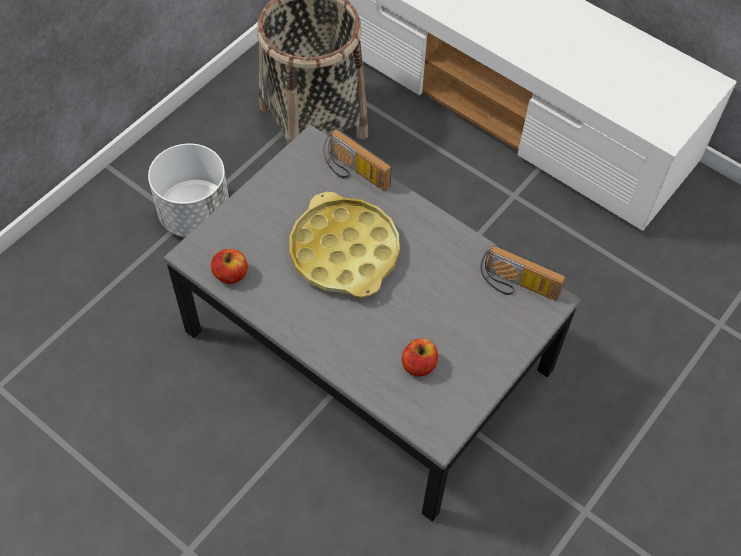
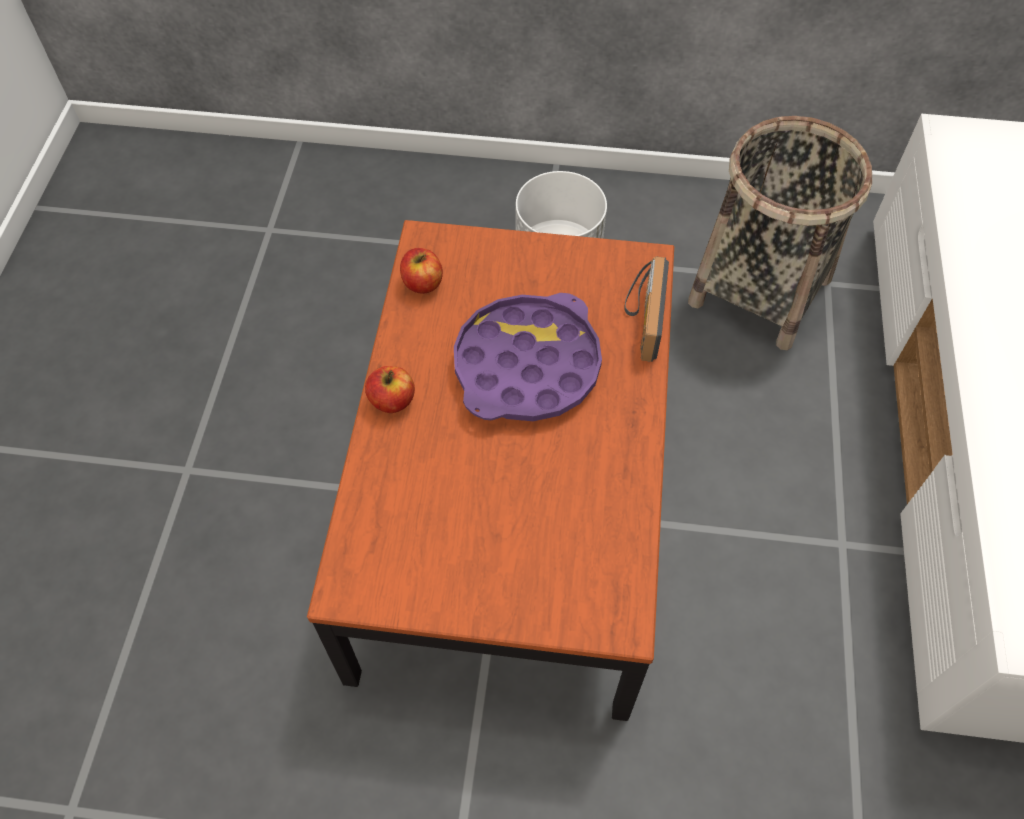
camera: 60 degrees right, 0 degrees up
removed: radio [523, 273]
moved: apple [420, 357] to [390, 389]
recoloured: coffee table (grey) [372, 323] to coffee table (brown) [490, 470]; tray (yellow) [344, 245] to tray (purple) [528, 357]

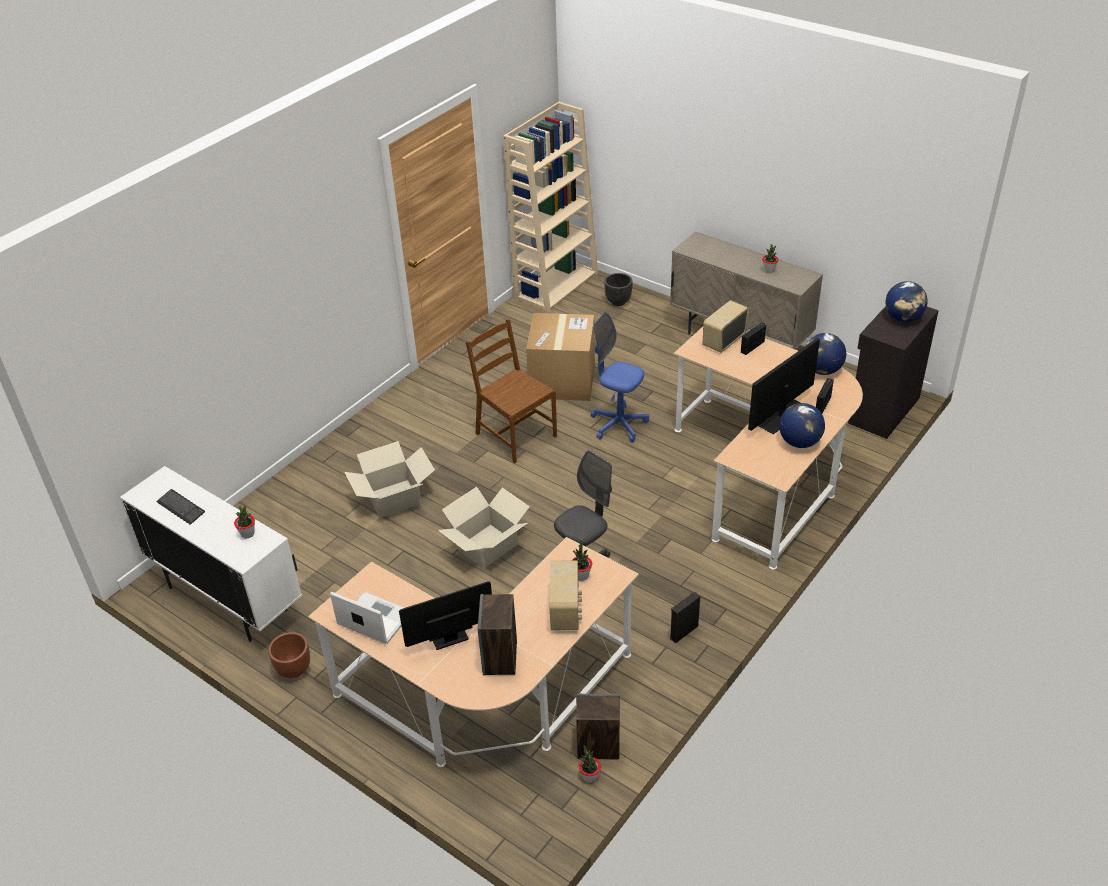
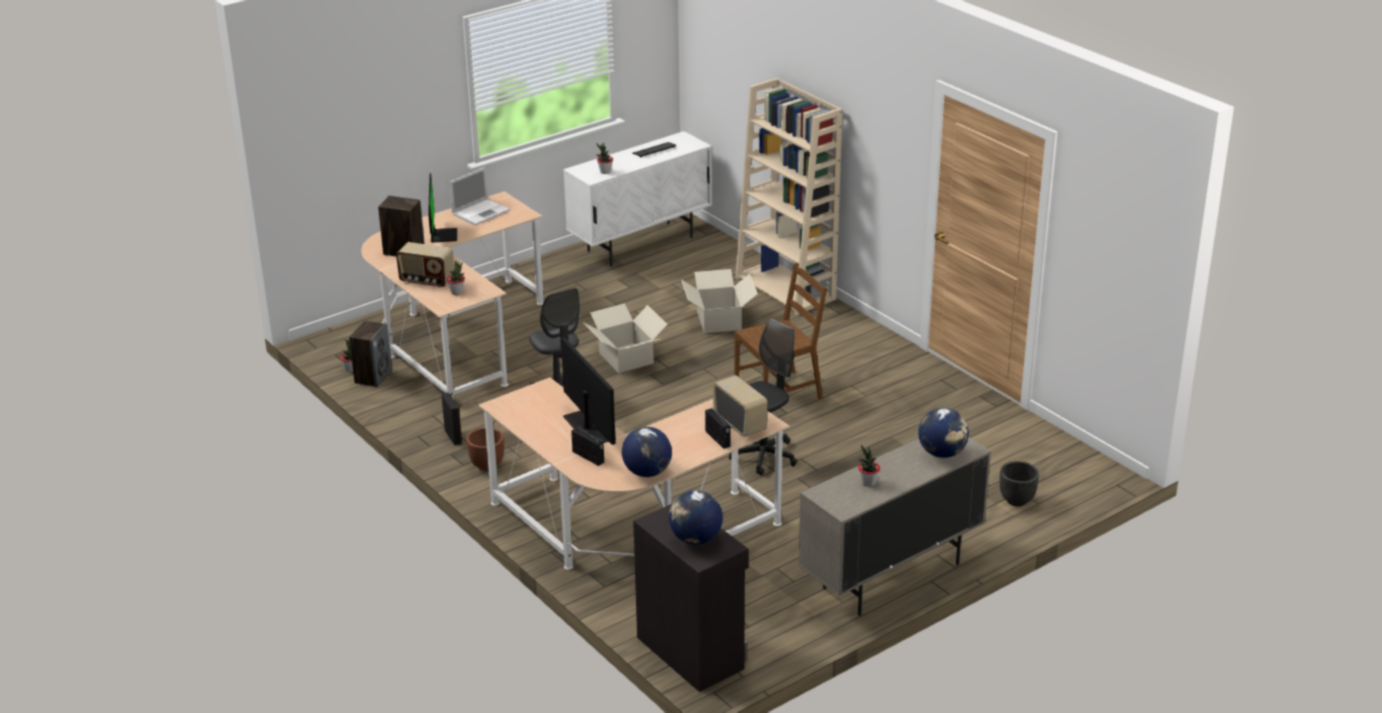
camera: 105 degrees right, 10 degrees down
removed: cardboard box [560, 357]
moved: planter (brown) [289, 655] to [485, 449]; bookcase (beige) [550, 207] to [788, 196]; globe [802, 425] to [943, 433]
recoloured: office chair (blue) [620, 377] to office chair (black) [763, 397]

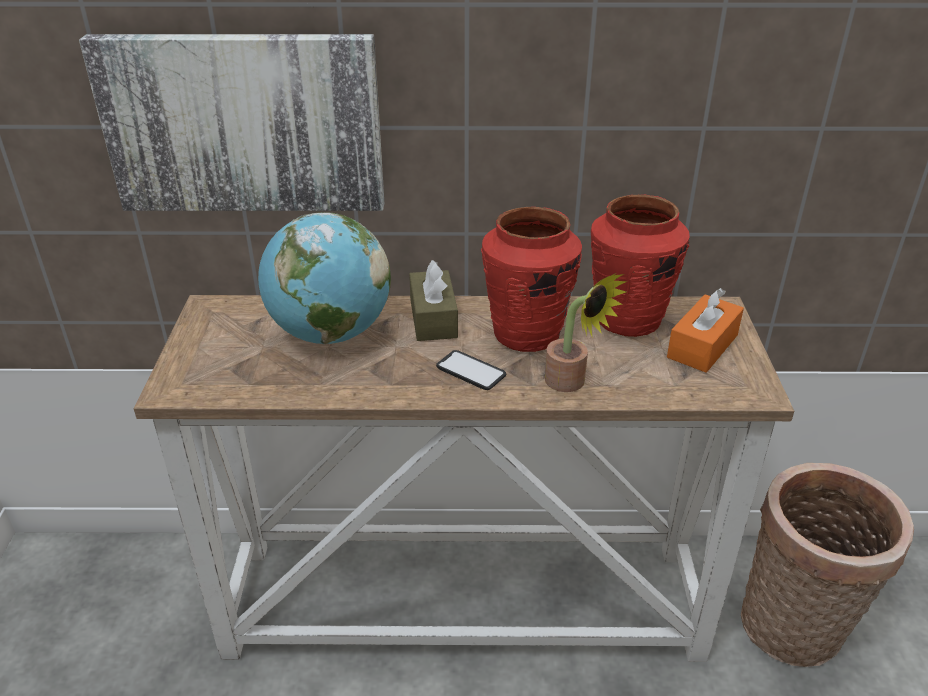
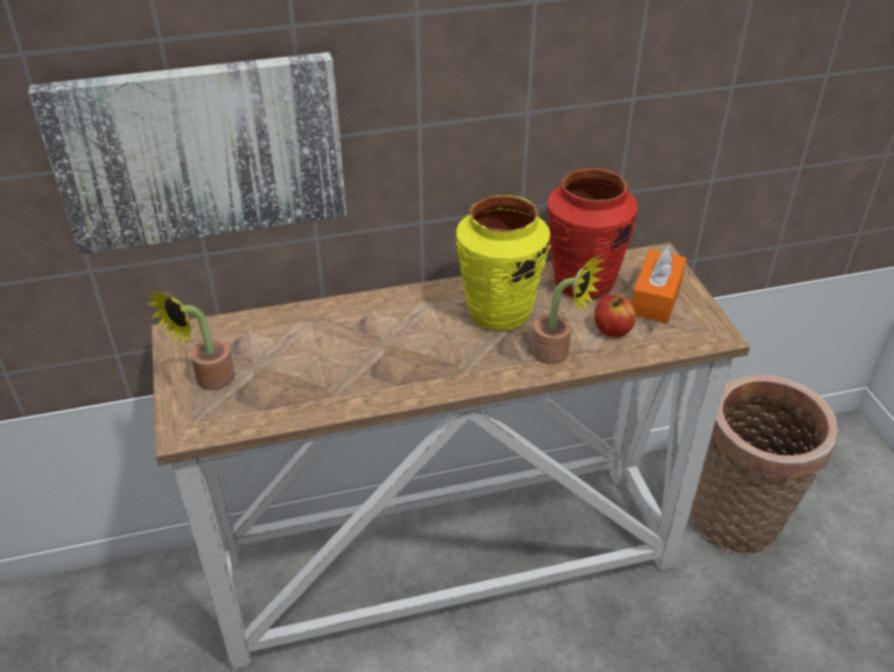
camera: 15 degrees left, 5 degrees up
removed: globe [324, 278]; tissue box (brown) [433, 300]; phone [471, 370]
added: potted plant [190, 340]; apple [615, 316]
recoloured: vase (red) [531, 279] to vase (yellow) [503, 263]

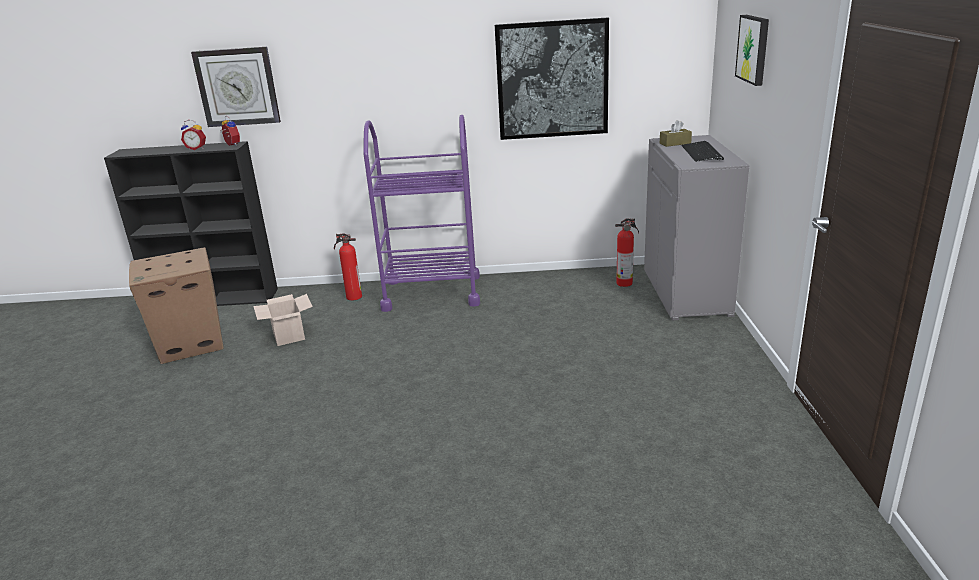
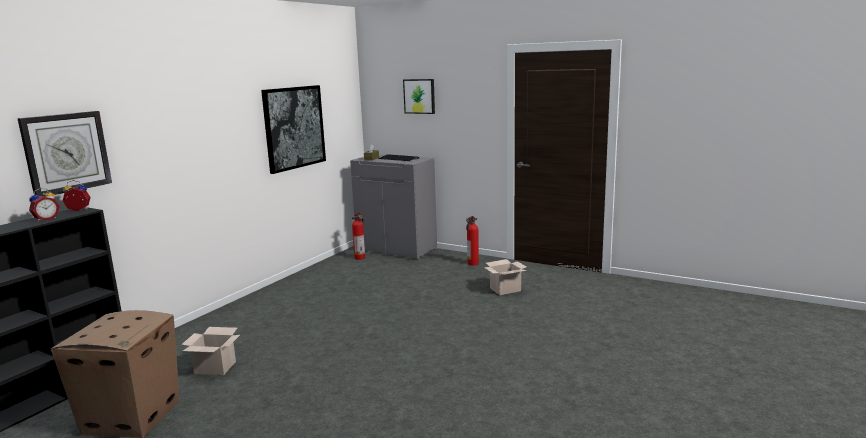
camera: 60 degrees left, 10 degrees down
removed: cart (purple) [421, 213]
added: cardboard box [505, 277]
moved: fire extinguisher [348, 267] to [472, 240]

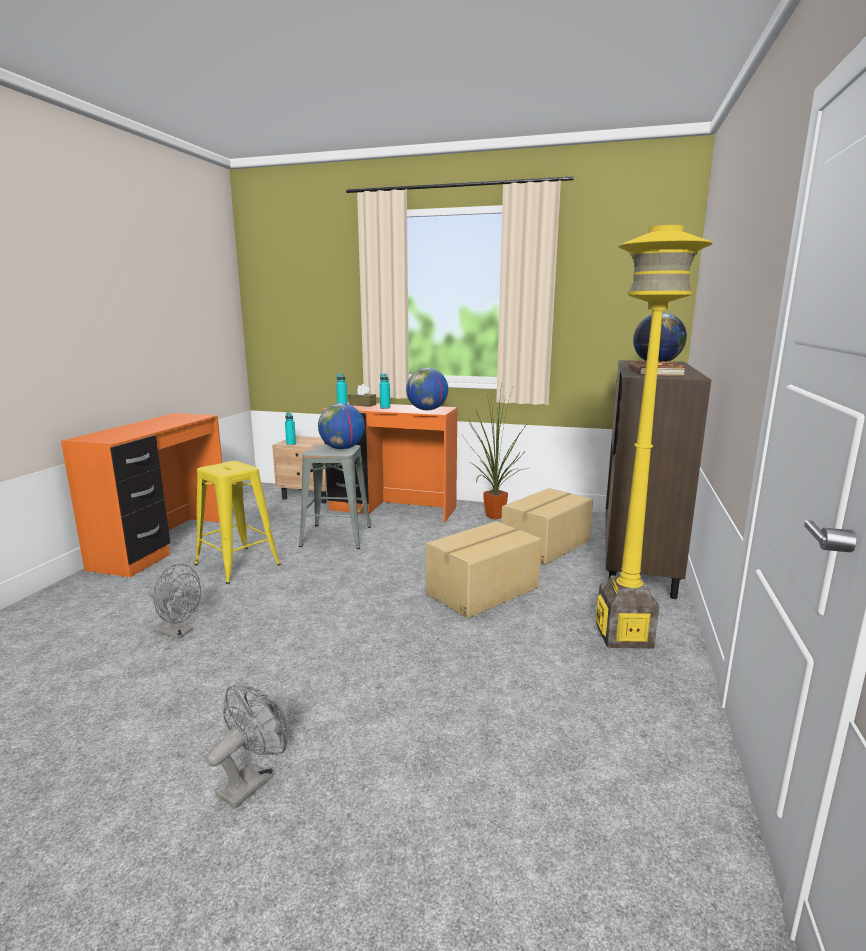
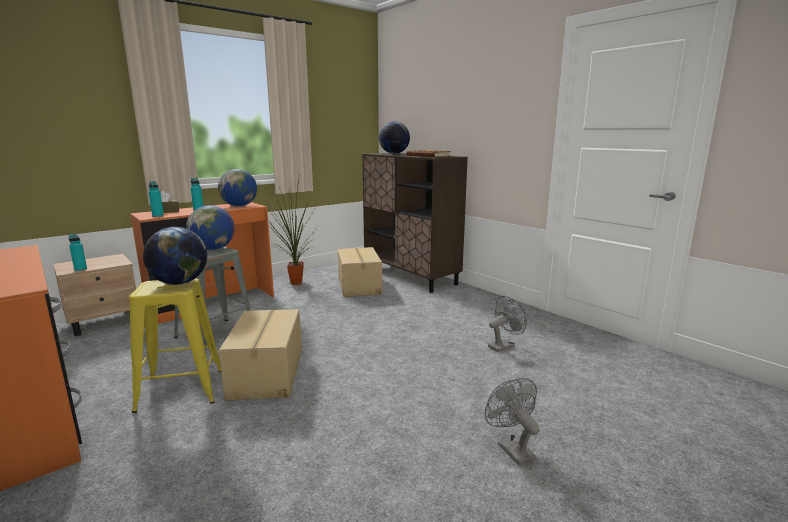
camera: 55 degrees left, 0 degrees up
removed: floor lamp (yellow) [654, 437]
added: globe [175, 256]
moved: fan (grey) [175, 601] to [507, 324]; cardboard box [483, 569] to [260, 354]

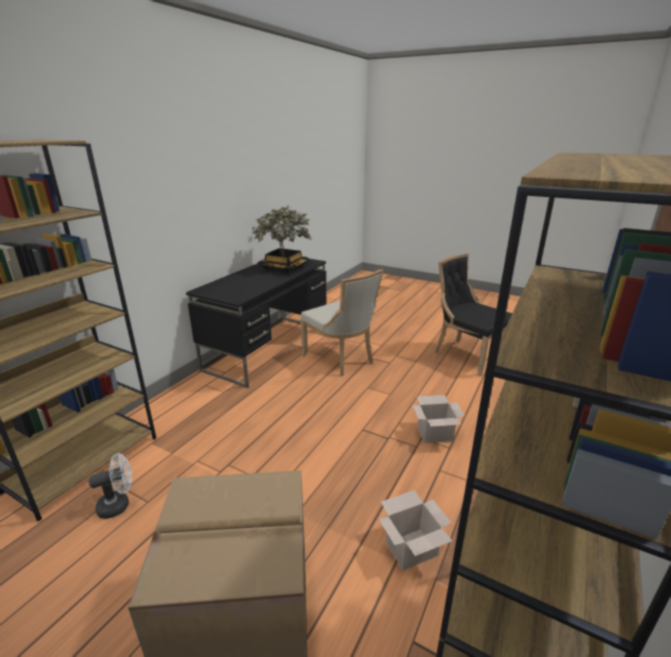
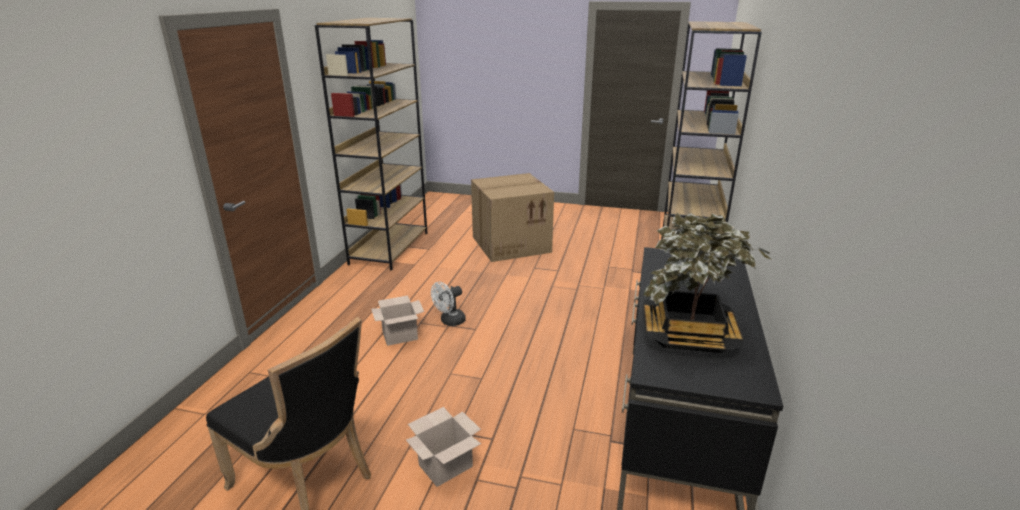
camera: 165 degrees right, 0 degrees up
removed: chair (beige) [341, 322]
moved: fan (white) [110, 486] to [448, 304]; cardboard box [416, 530] to [443, 447]

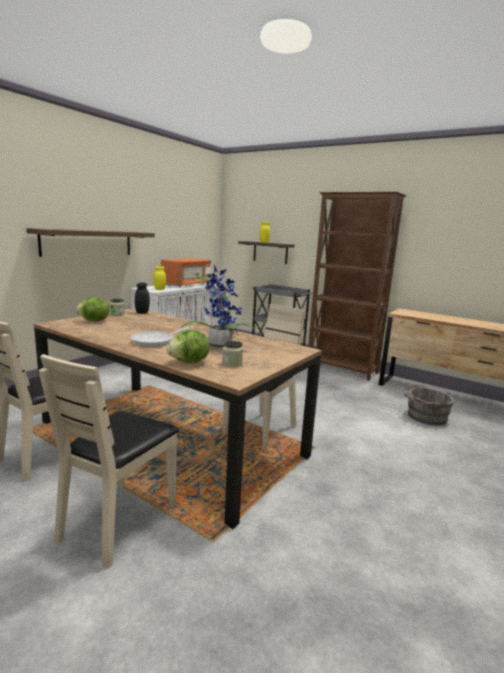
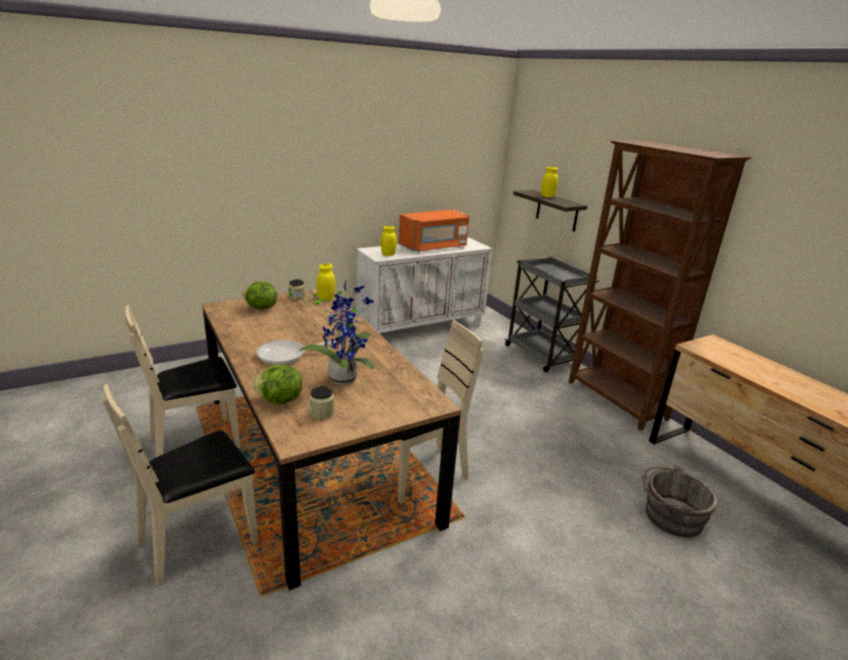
camera: 25 degrees right, 10 degrees up
removed: shelf [90, 242]
recoloured: jar (black) [142, 298] to jar (yellow) [326, 282]

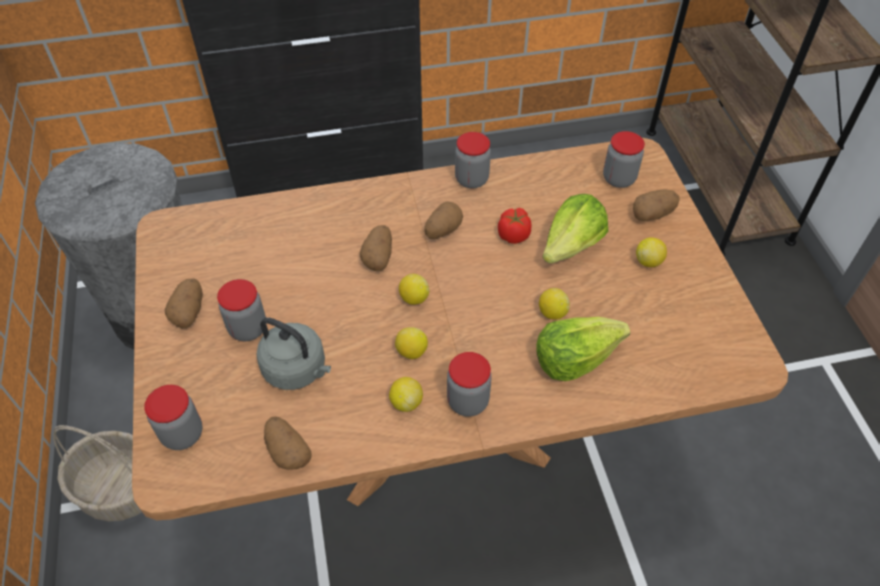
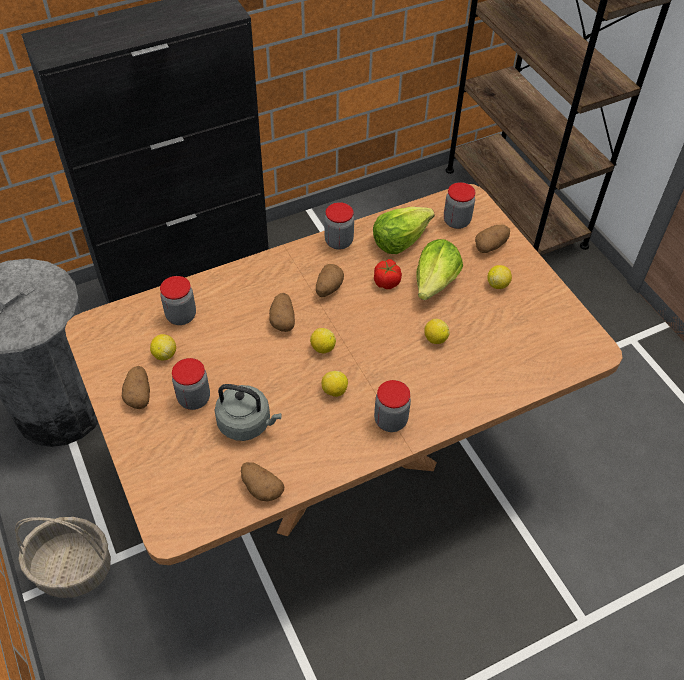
camera: 15 degrees left, 0 degrees up
moved: jar [173, 417] to [178, 300]; lemon [406, 394] to [163, 347]; lettuce [583, 349] to [404, 230]

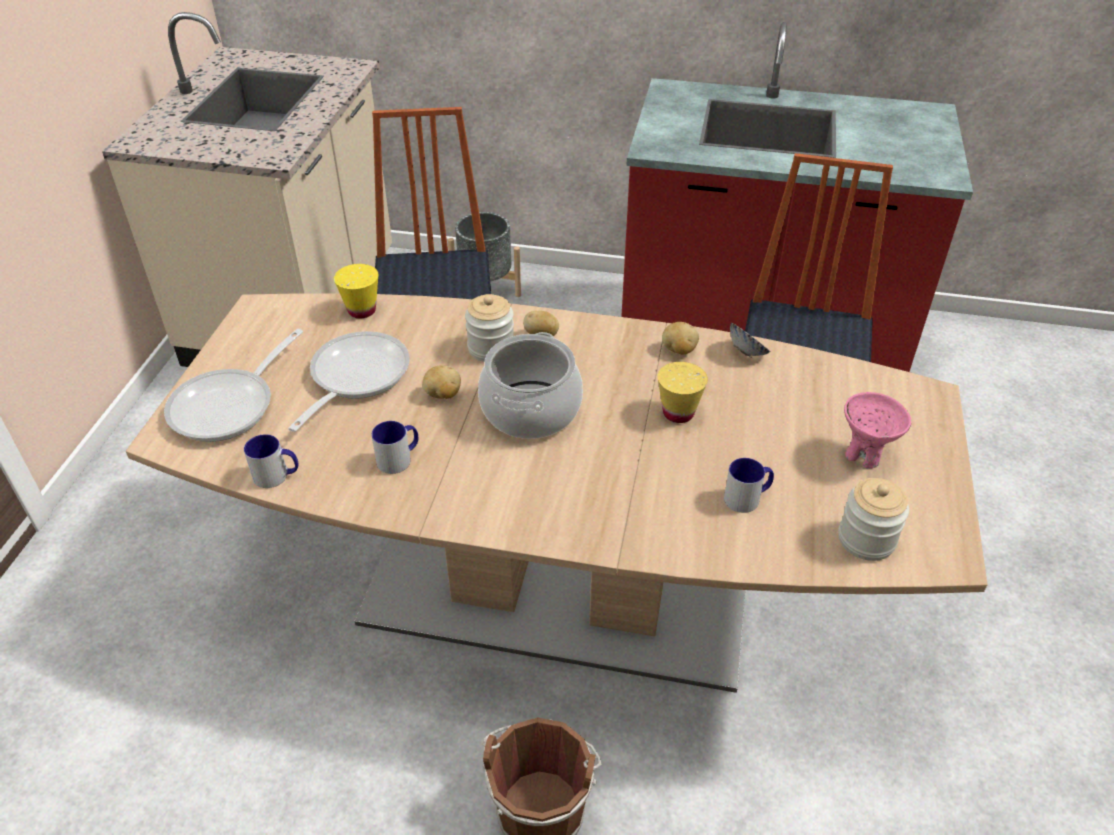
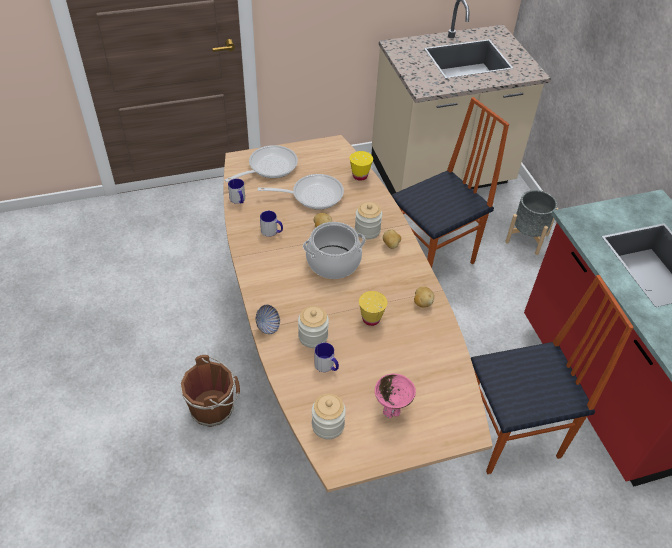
camera: 60 degrees right, 5 degrees up
added: jar [313, 327]
moved: bowl [750, 340] to [268, 319]
turned: frying pan [233, 385] = [261, 163] 135 degrees clockwise

